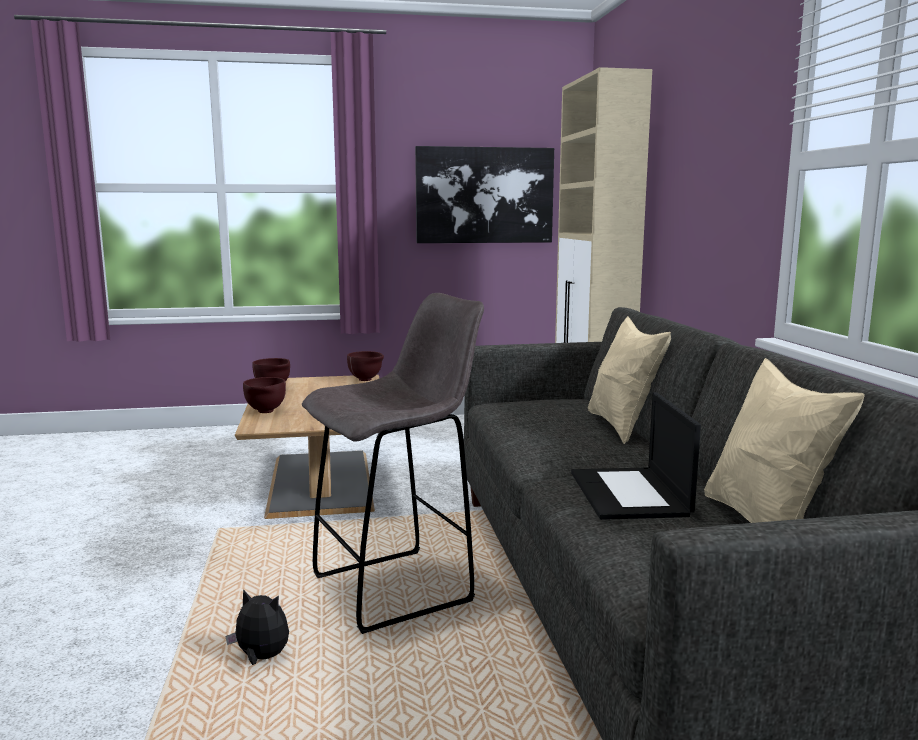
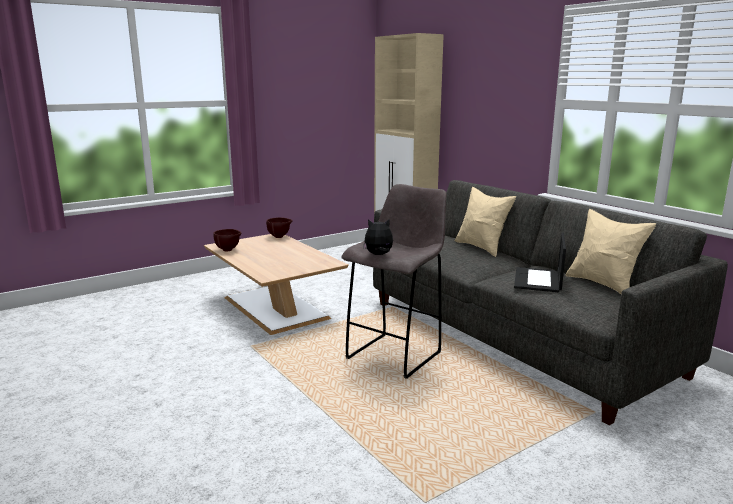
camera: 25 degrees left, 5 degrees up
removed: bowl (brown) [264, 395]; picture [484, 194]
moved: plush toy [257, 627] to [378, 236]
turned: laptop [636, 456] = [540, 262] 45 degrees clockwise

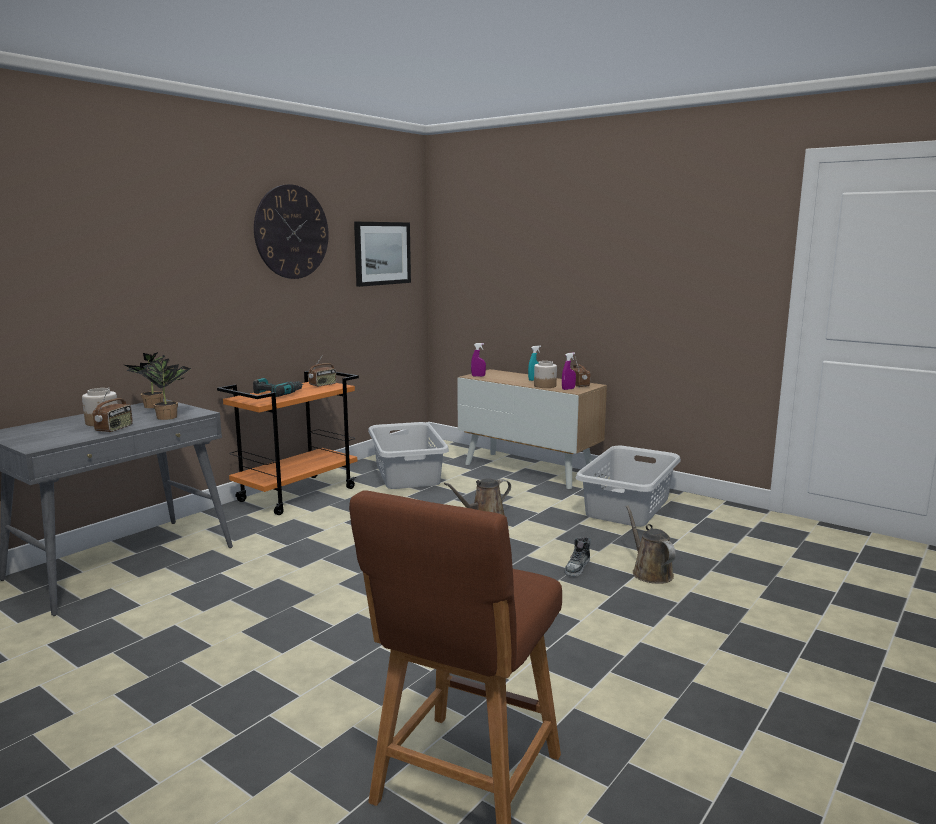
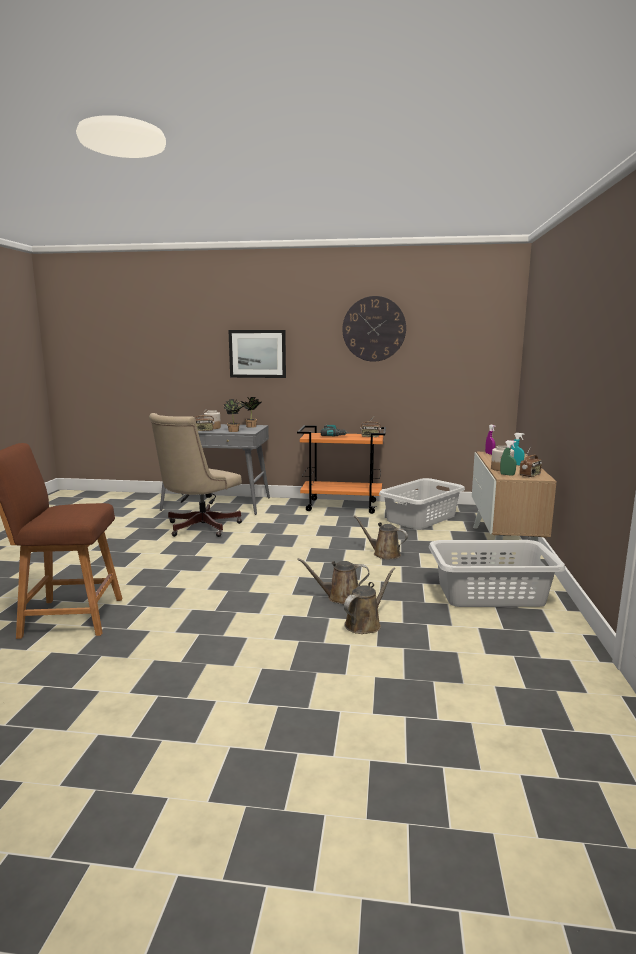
camera: 60 degrees right, 0 degrees up
added: office chair (beige) [195, 475]
moved: picture [382, 254] to [257, 354]
replaced: shoe [578, 556] to watering can (brown) [333, 581]
recoloured: spray bottle (purple) [569, 371] to spray bottle (green) [508, 458]

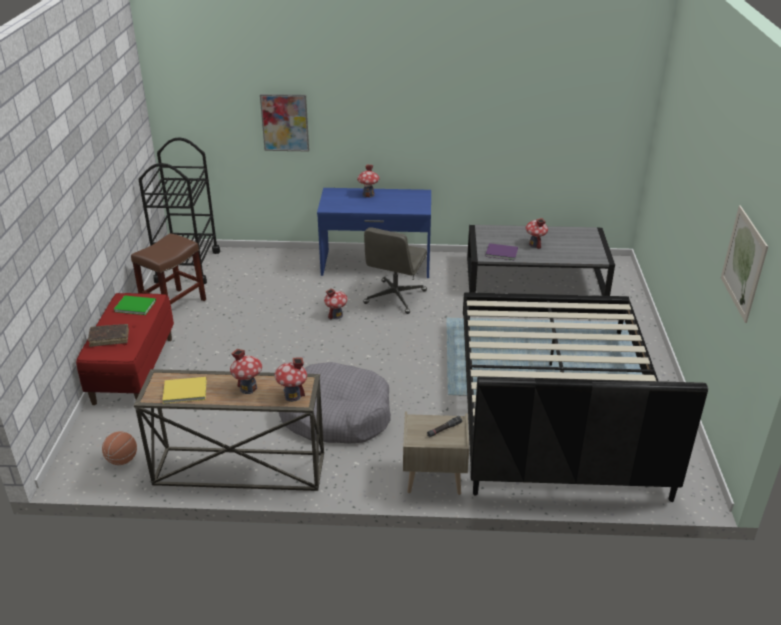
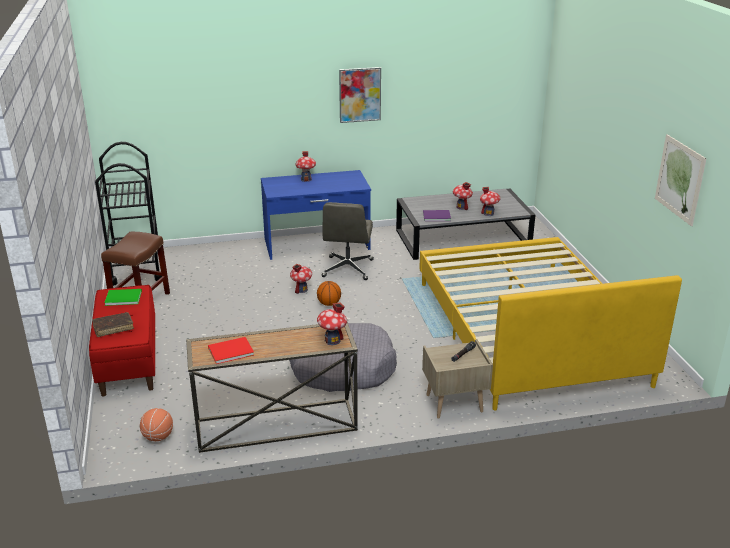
camera: 15 degrees left, 5 degrees down
added: basketball [329, 293]
moved: toy house [246, 371] to [490, 201]; picture [284, 123] to [360, 95]
recoloured: book (yellow) [184, 390] to book (red) [231, 350]; bed (black) [585, 397] to bed (yellow) [550, 324]

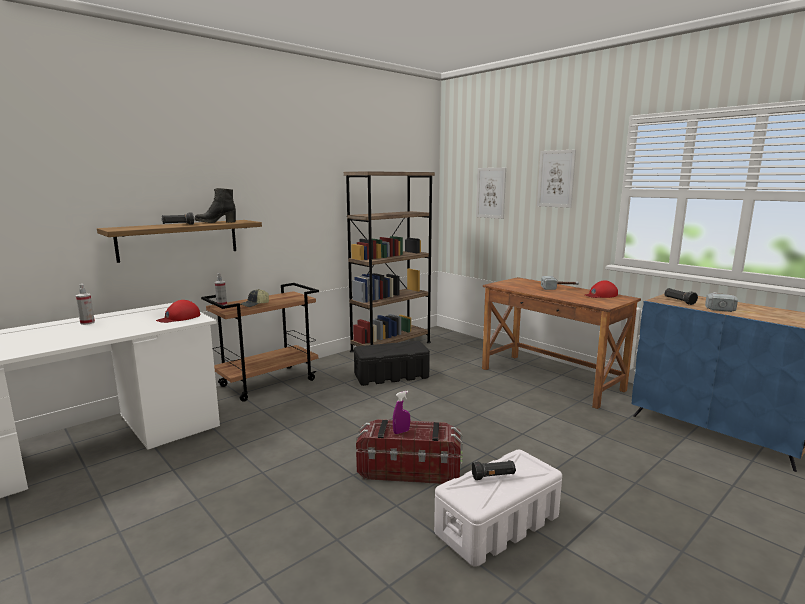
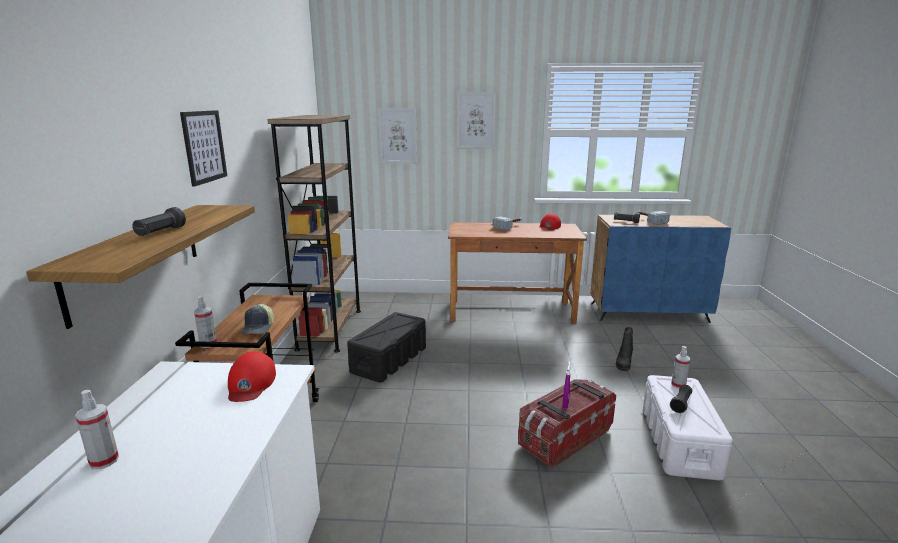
camera: 45 degrees left, 5 degrees up
added: picture [203, 148]; spray bottle [681, 367]
moved: boot (black) [215, 205] to [624, 349]

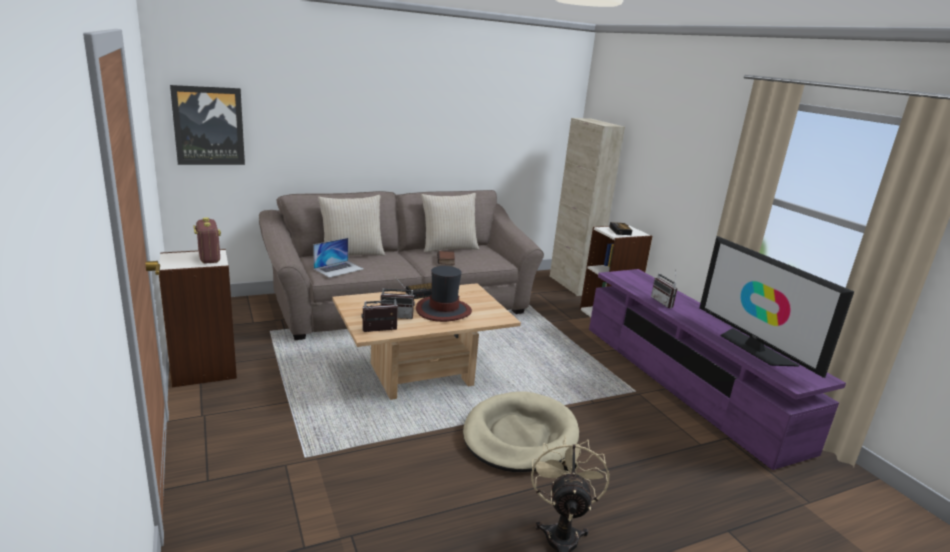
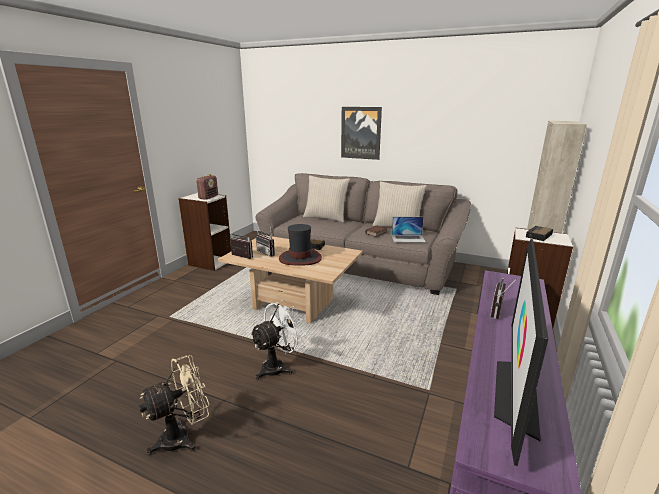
camera: 50 degrees right, 0 degrees up
moved: picture [207, 125] to [361, 133]; laptop [338, 258] to [409, 230]
replaced: dog bed (beige) [521, 431] to fan (white) [278, 340]

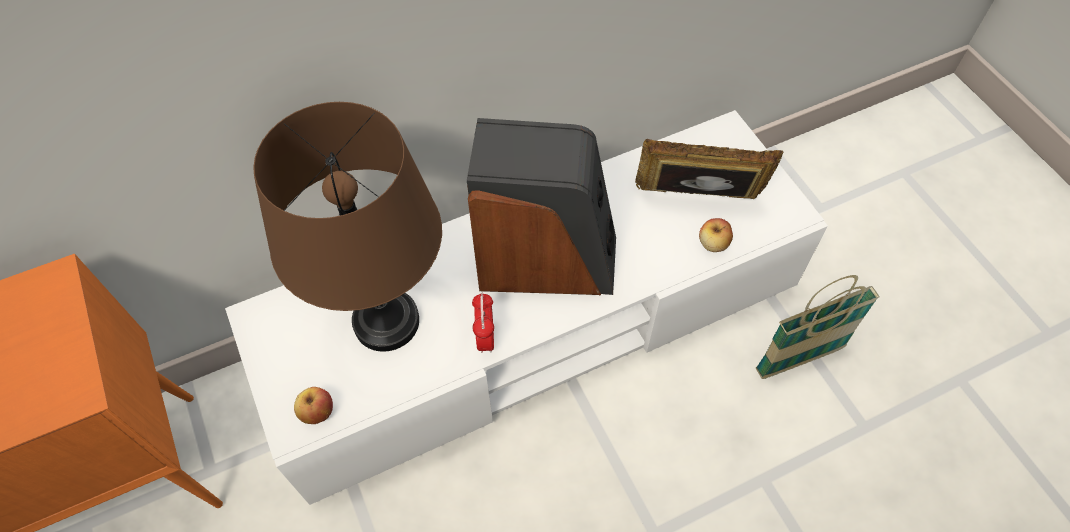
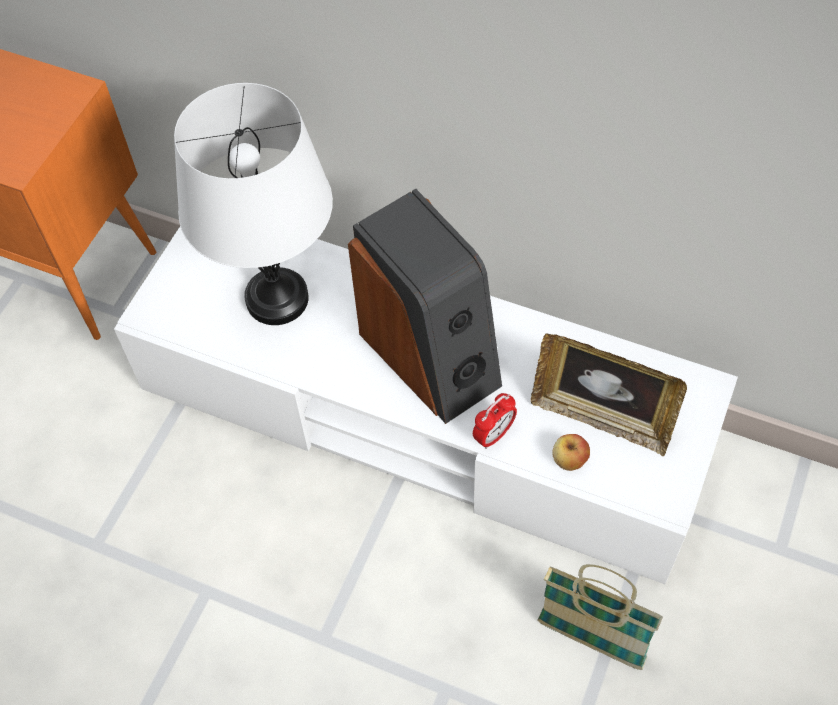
camera: 50 degrees right, 0 degrees up
removed: apple [313, 405]
moved: alarm clock [483, 323] to [495, 421]
recoloured: table lamp (brown) [347, 227] to table lamp (white) [253, 204]
turned: picture frame [709, 169] = [609, 394] 150 degrees clockwise

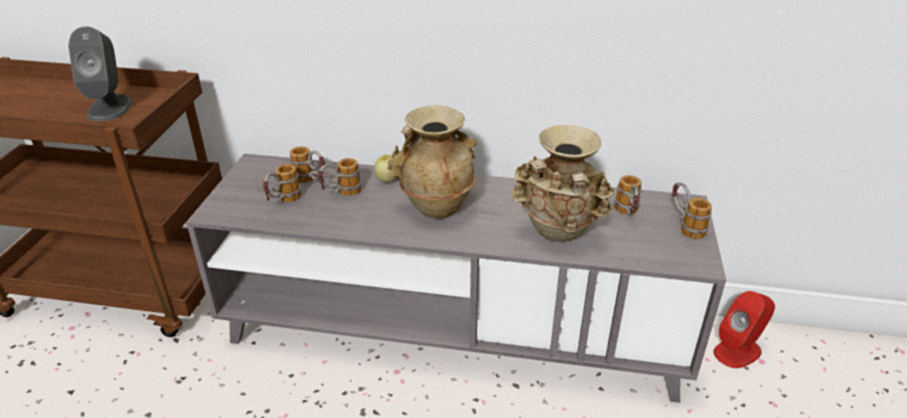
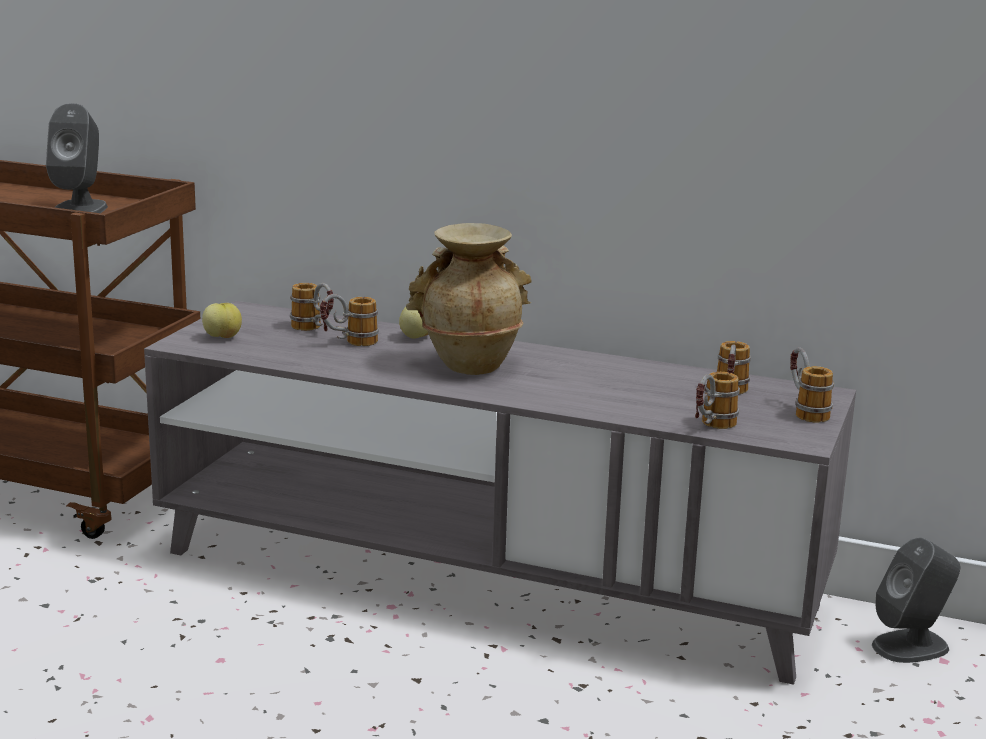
camera: 10 degrees right, 15 degrees down
removed: vase (beige) [563, 183]
added: apple [222, 320]
moved: mug [281, 183] to [717, 400]
recoloured: speaker (red) [744, 329] to speaker (grey) [916, 600]

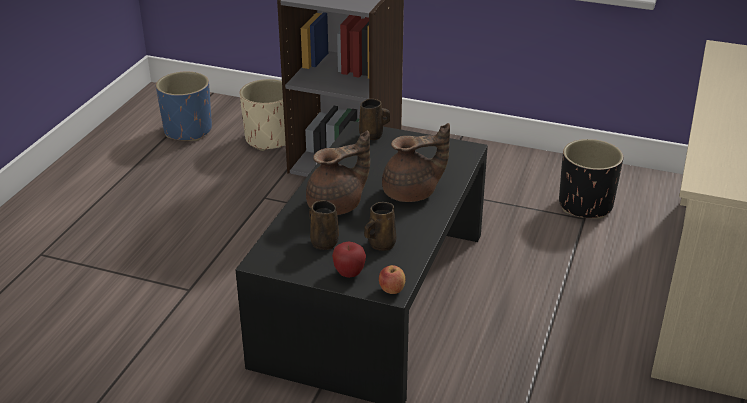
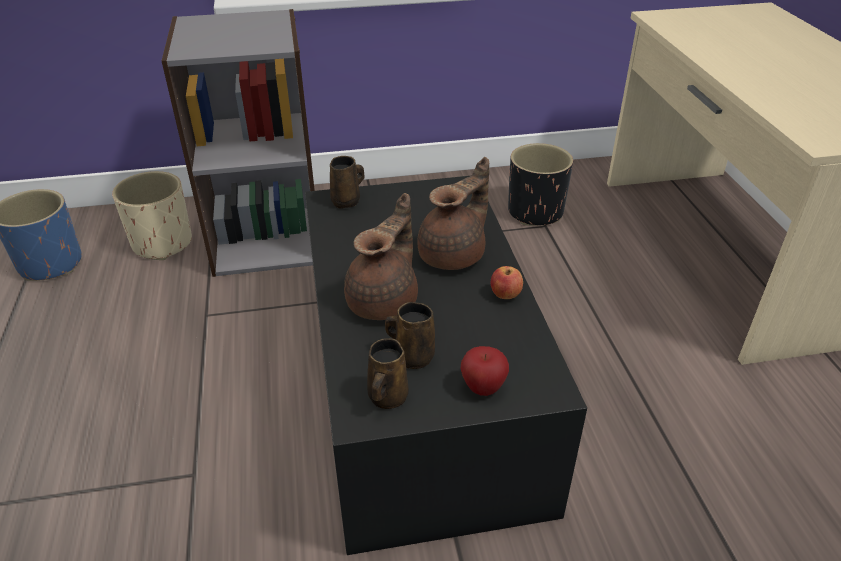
camera: 30 degrees left, 5 degrees up
moved: mug (brown) [380, 226] to [388, 373]; apple [392, 279] to [507, 282]

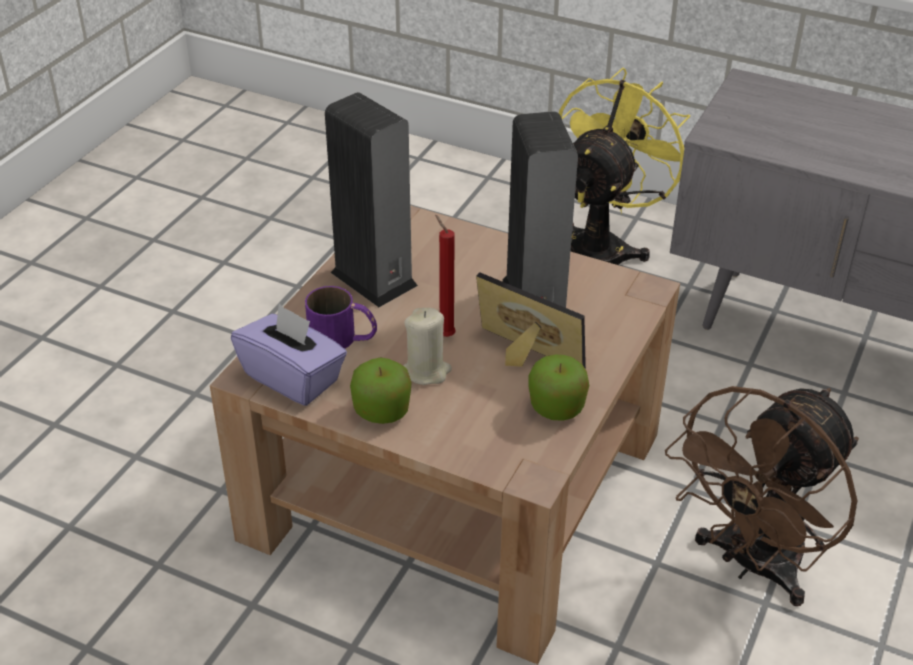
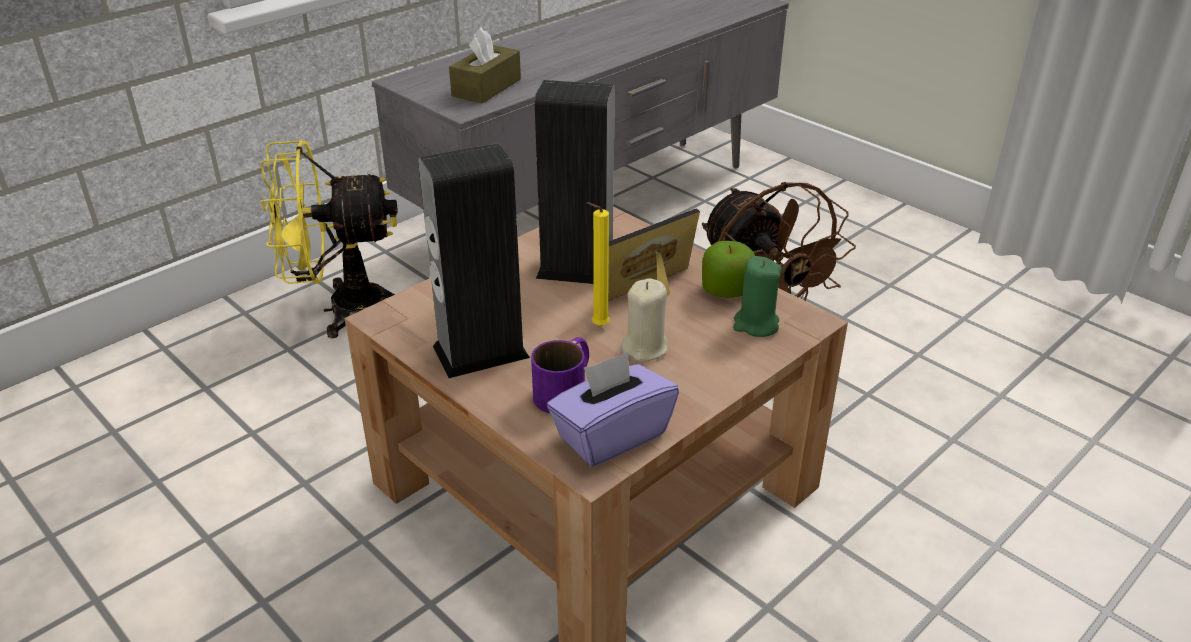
camera: 70 degrees left, 5 degrees down
removed: apple [381, 390]
added: tissue box (brown) [485, 66]; candle (green) [757, 296]
recoloured: candle (red) [445, 276] to candle (yellow) [598, 264]
turned: fan (yellow) [624, 166] = [329, 240] 60 degrees counterclockwise

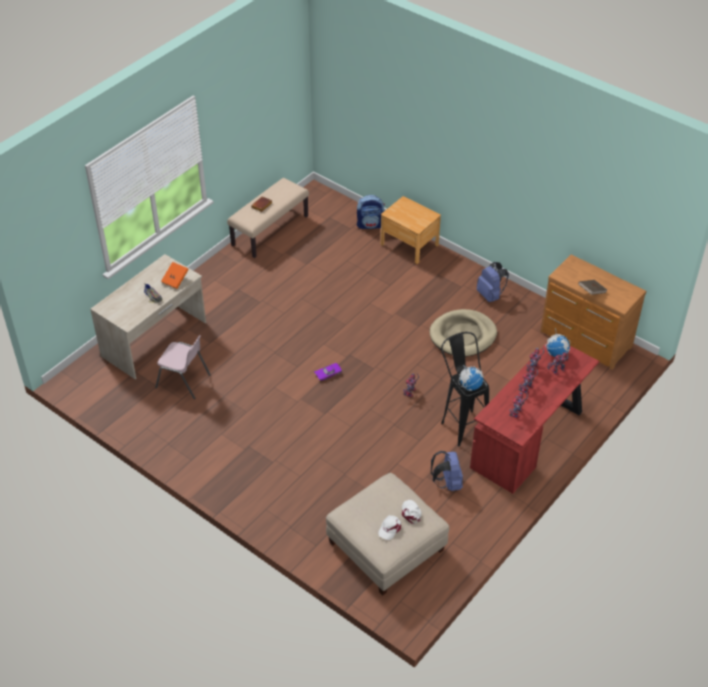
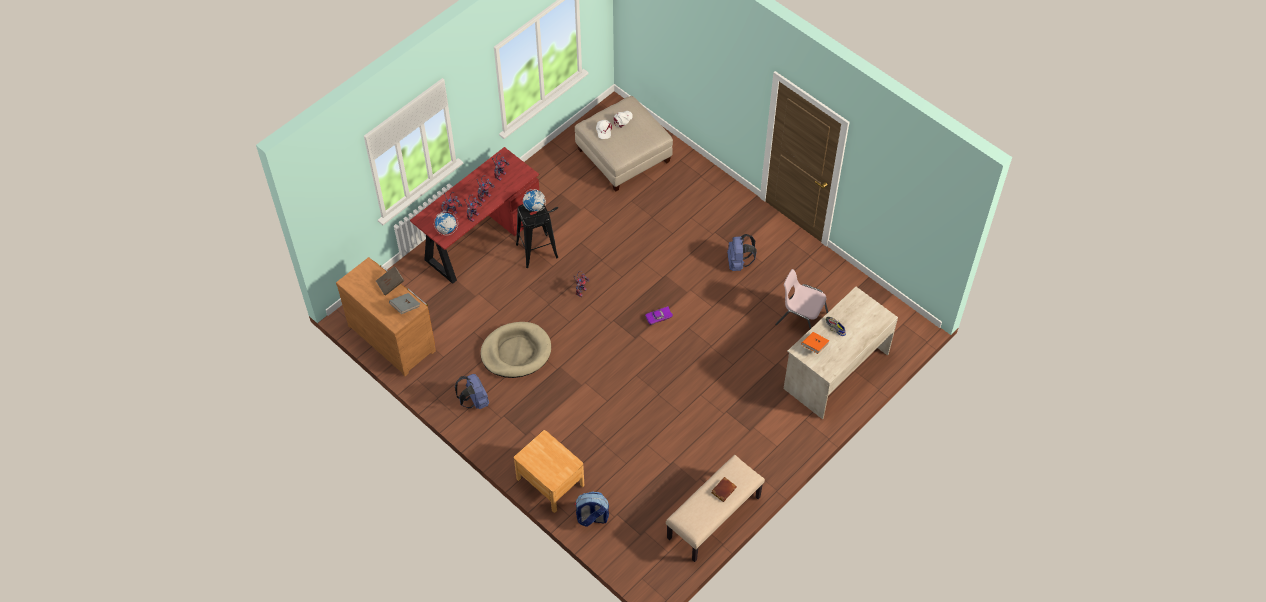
camera: 175 degrees left, 10 degrees up
added: book (grey) [404, 303]
moved: backpack (blue) [447, 471] to [742, 252]

